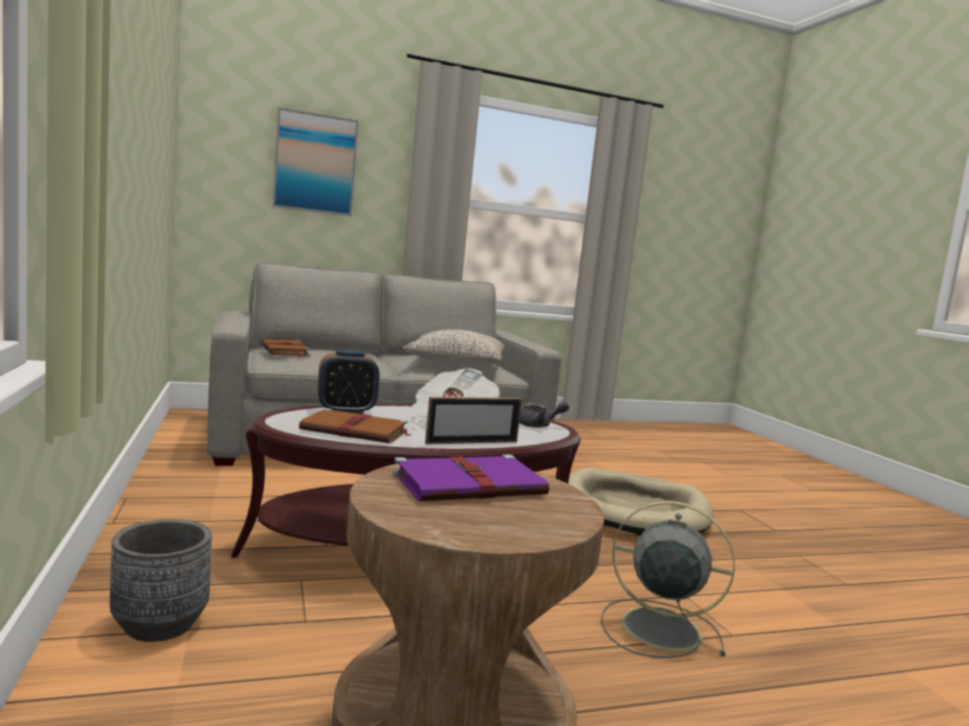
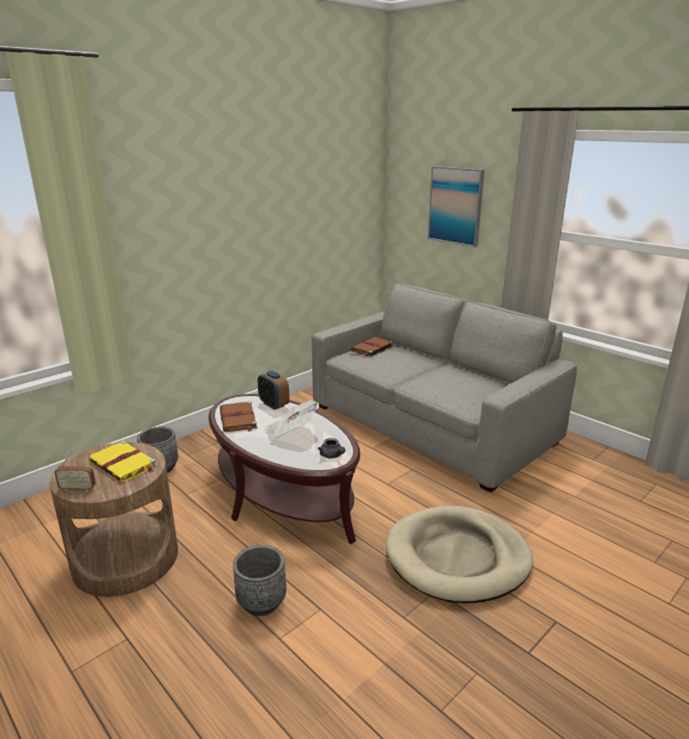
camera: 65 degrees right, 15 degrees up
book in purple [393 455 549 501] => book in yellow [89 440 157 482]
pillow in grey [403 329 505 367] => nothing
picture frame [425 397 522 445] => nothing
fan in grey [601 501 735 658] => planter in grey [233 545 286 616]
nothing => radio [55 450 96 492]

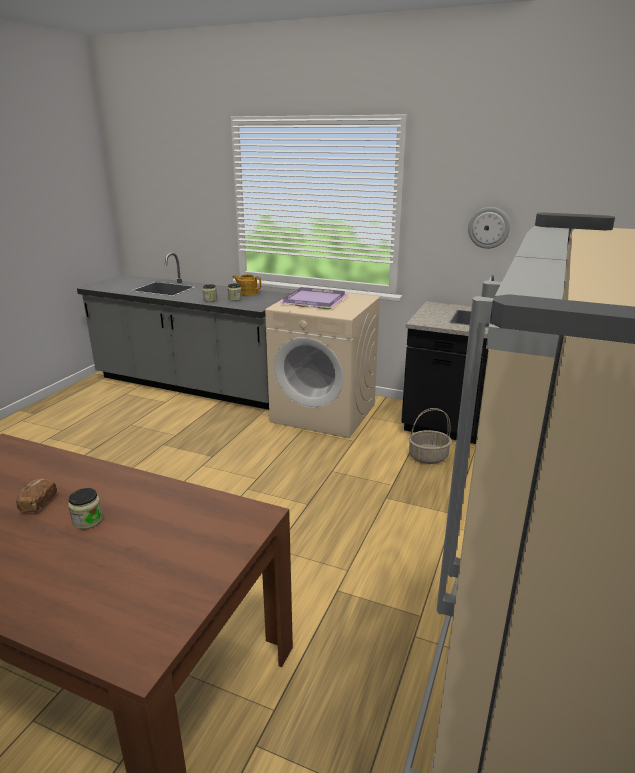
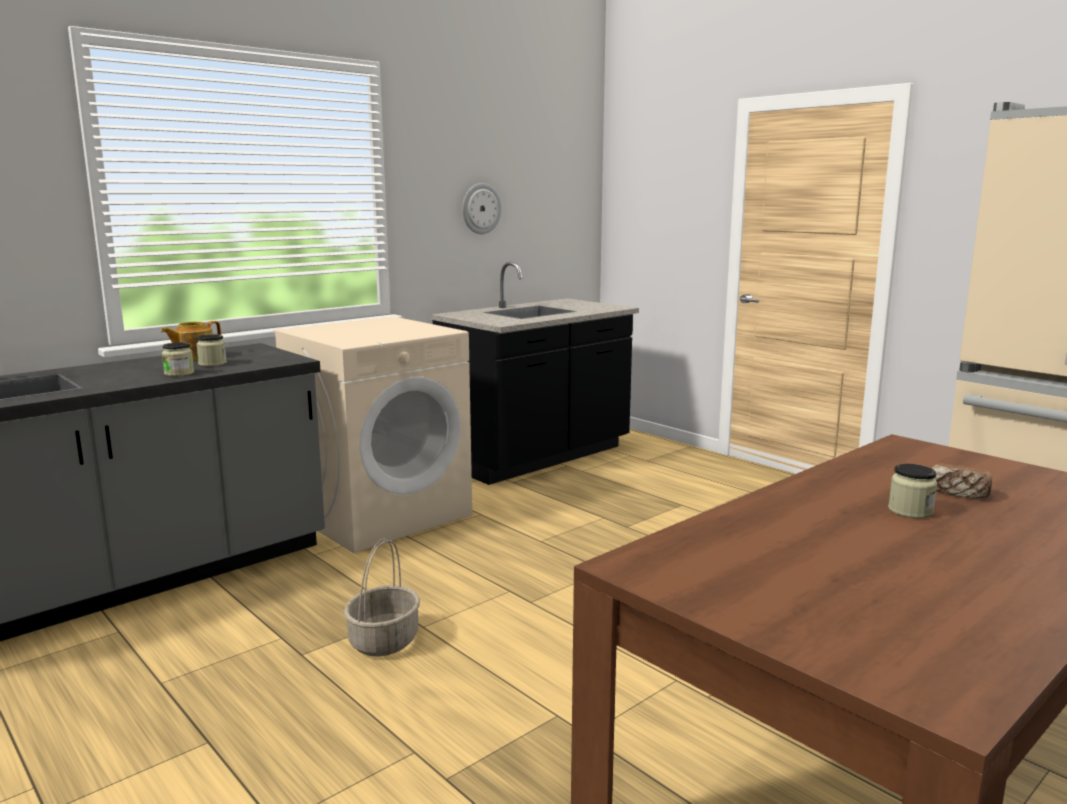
camera: 65 degrees left, 10 degrees down
bread [16 479 57 513] => bread [932 463 992 499], relocated
tray in purple [279 287 348 309] => nothing
basket [409 408 452 464] => basket [344 539 420 657], relocated

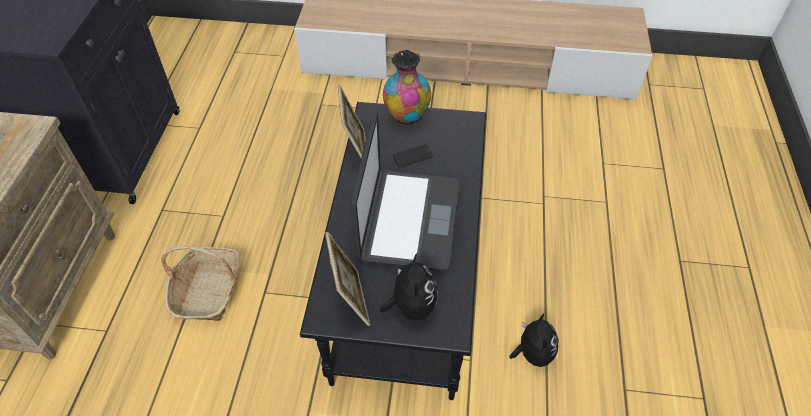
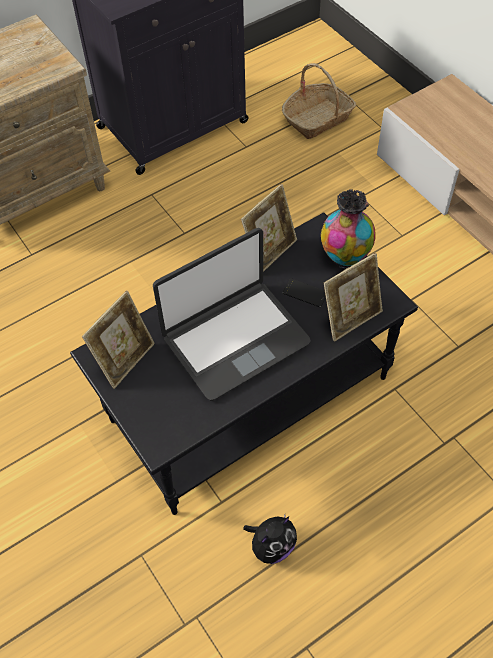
camera: 50 degrees right, 5 degrees up
basket [161 246 240 321] => basket [282 63 356 139], relocated
plush toy [380 253 438 320] => nothing
nothing => picture frame [324 253 383 342]

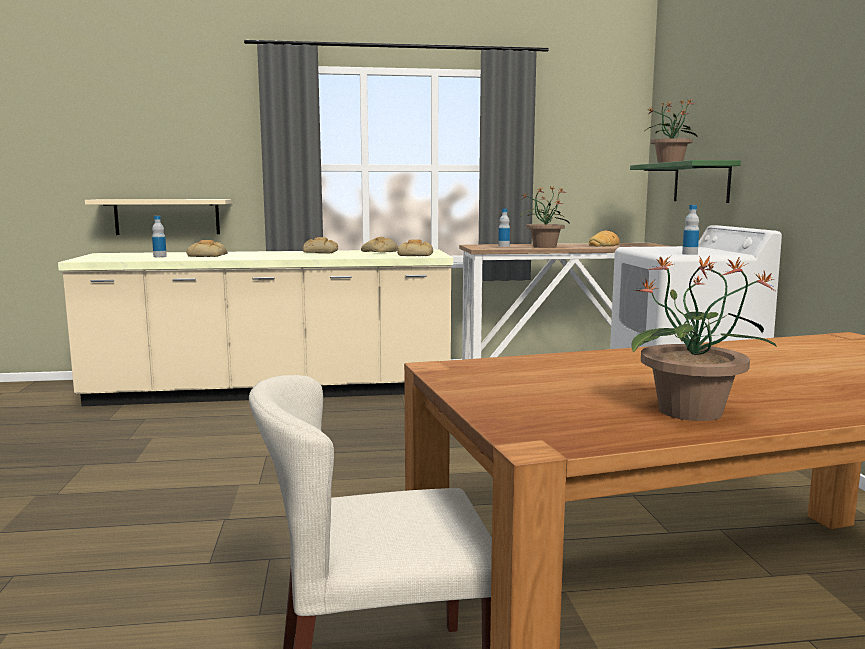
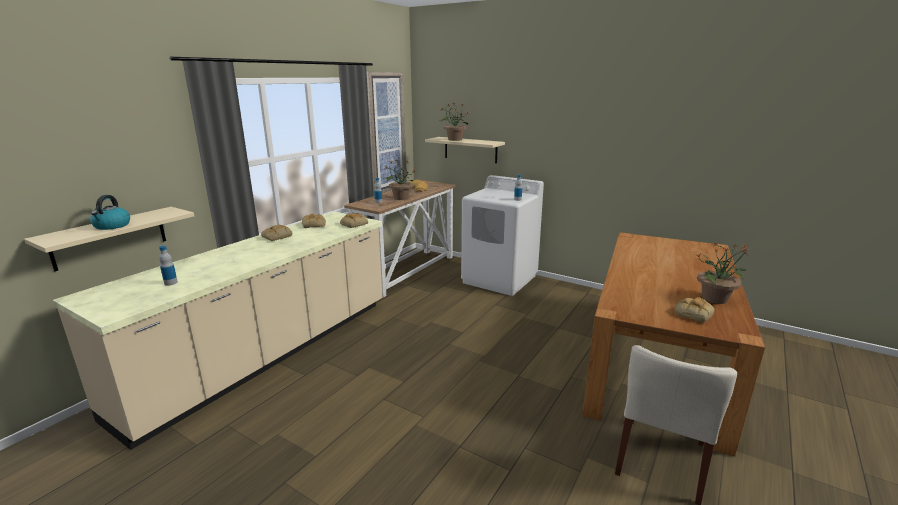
camera: 50 degrees left, 10 degrees up
bread [187 240 228 257] => bread [675 297 714 323], relocated
shelf in green [630 160 741 203] => shelf in beige [425 137 505 163]
nothing => kettle [90 195 130 230]
nothing => picture [367 72 407 193]

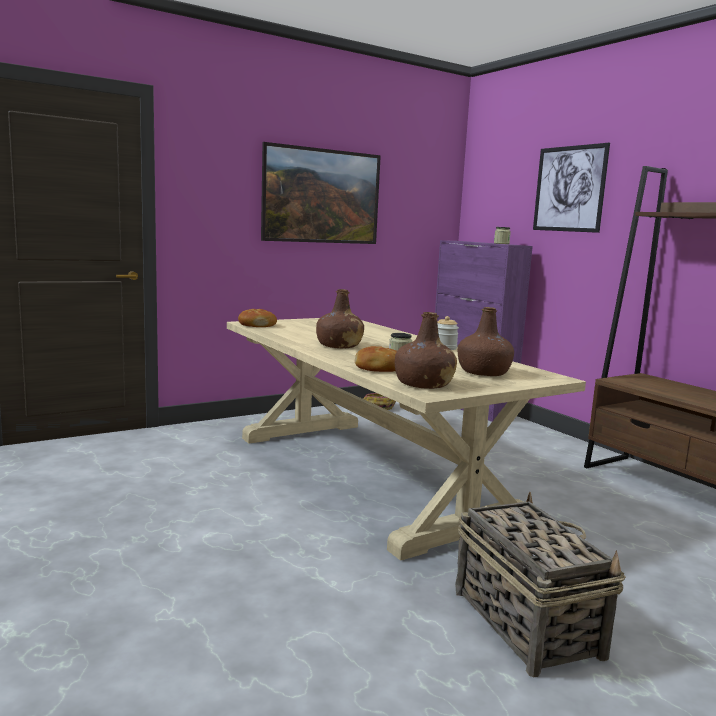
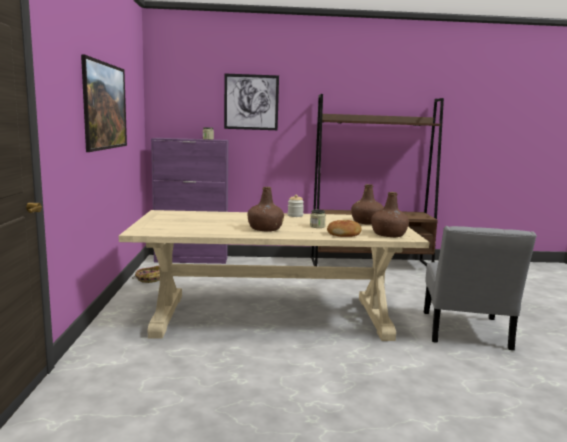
camera: 60 degrees left, 0 degrees up
bread [238 309 277 327] => nothing
basket [455 492 626 677] => chair in grey [424 226 537 350]

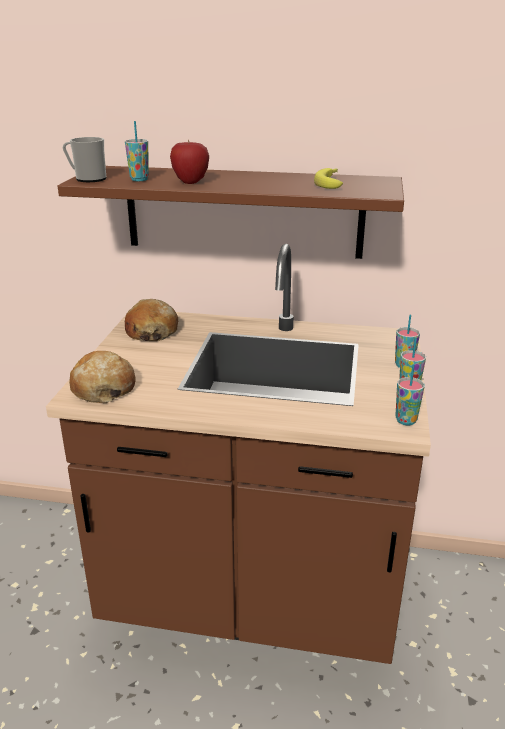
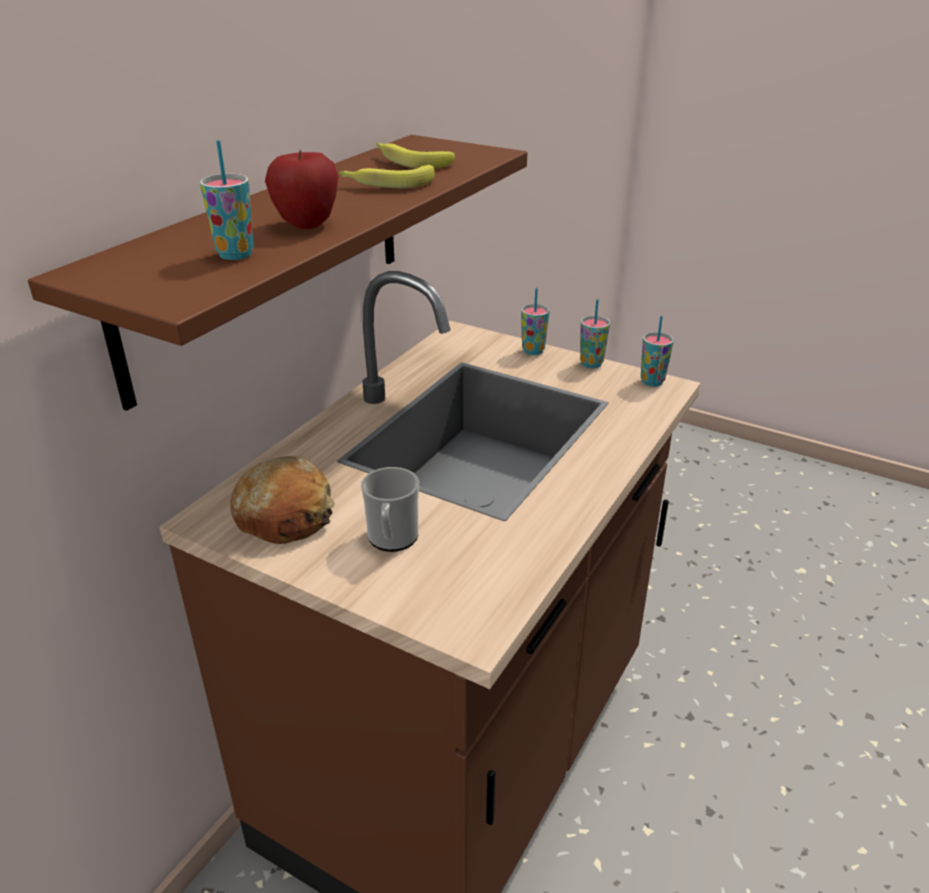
camera: 70 degrees left, 5 degrees up
mug [62 137 106 182] => mug [361 467 419 552], relocated
bread [69 351 135 403] => nothing
nothing => banana [339 165 435 188]

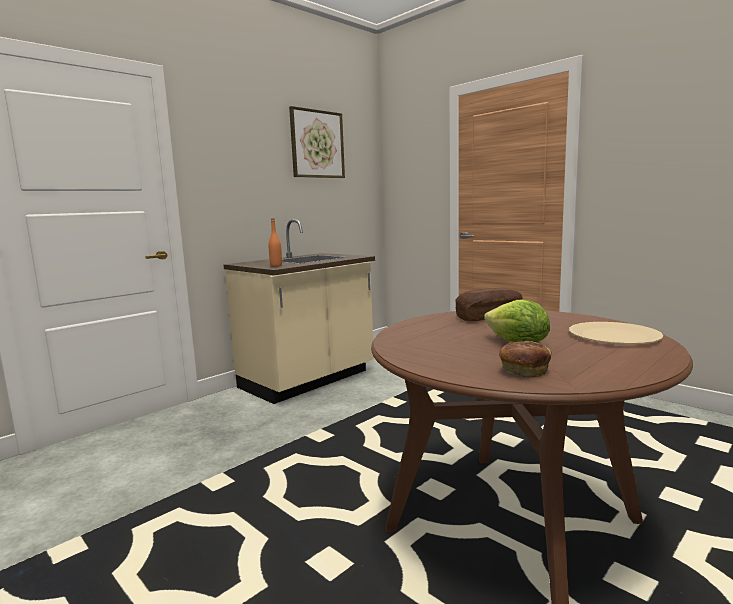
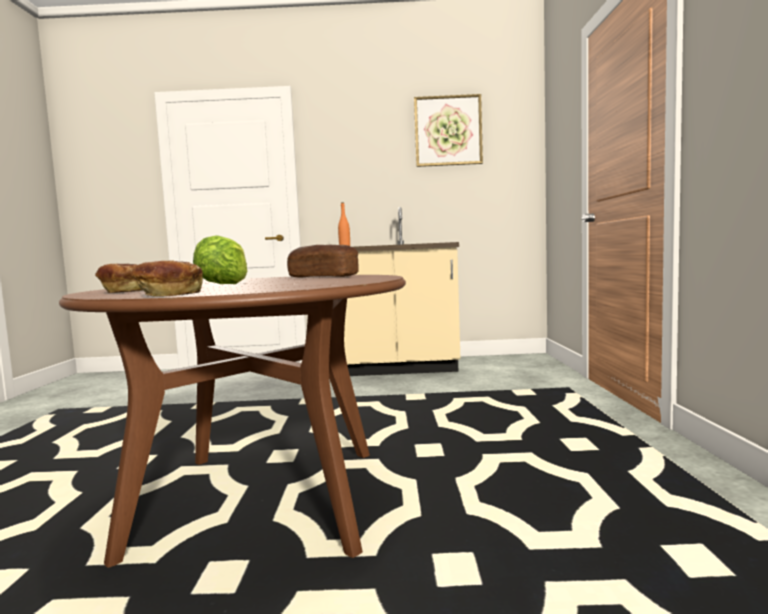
camera: 45 degrees right, 5 degrees down
plate in beige [569 322 664 344] => nothing
nothing => bread [131 260 203 297]

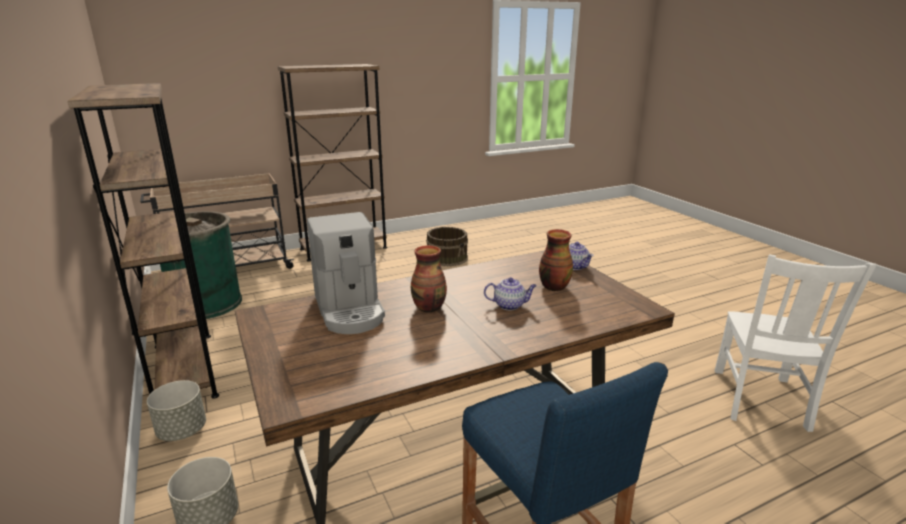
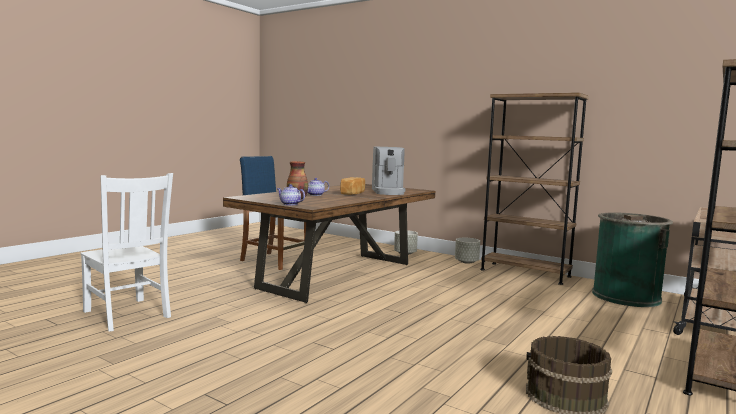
camera: 150 degrees right, 15 degrees down
coffee machine [307 212 385 334] => coffee machine [372 146 405 195], 135 degrees counterclockwise
vase [411 245 447 312] => bread [340 177 365 195]
chair in white [715 254 877 432] => chair in white [80 173 173 332], 150 degrees clockwise

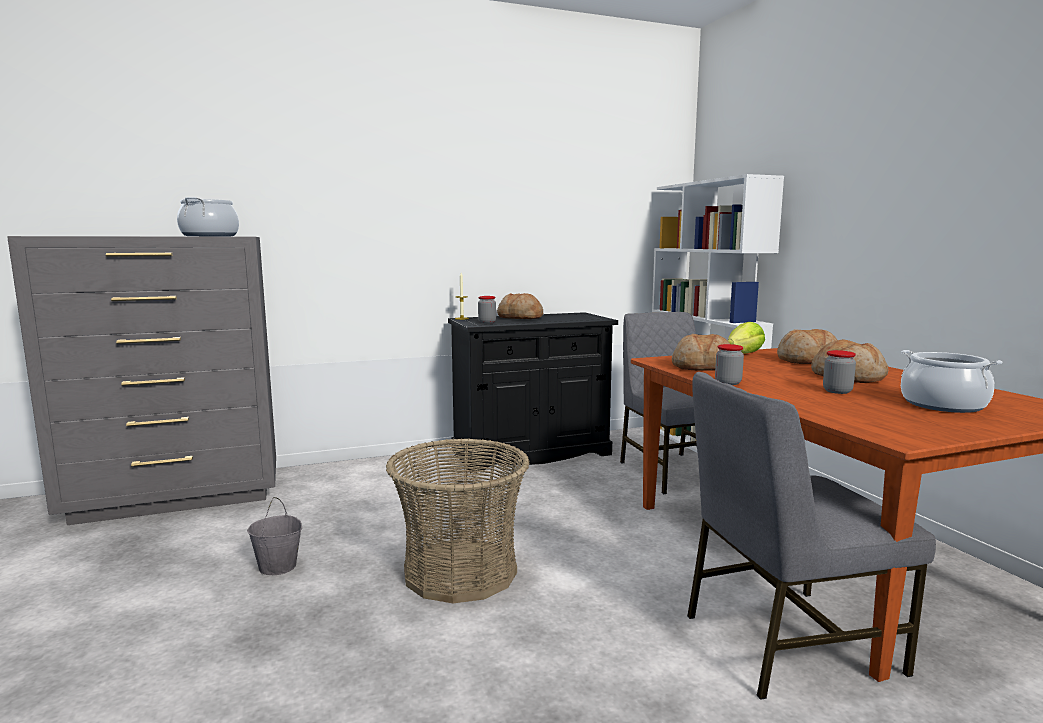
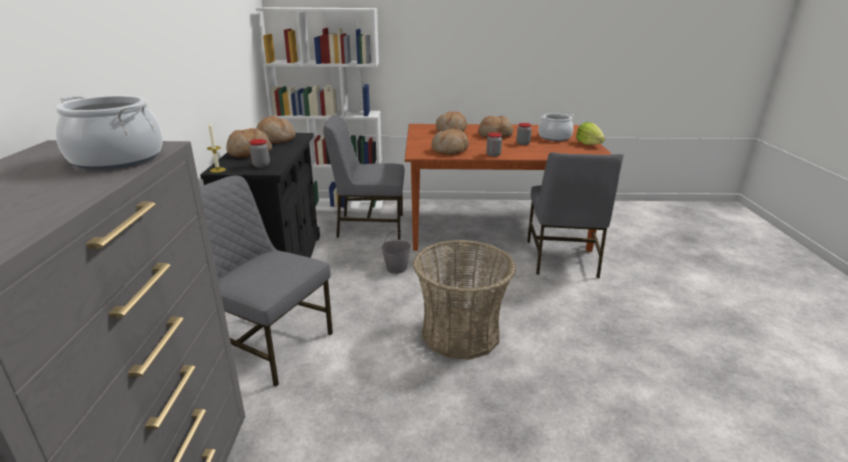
camera: 70 degrees left, 15 degrees up
bucket in grey [247 497 302 575] => bucket in grey [381 231 411 274], relocated
lettuce [727 322 765 354] => lettuce [576 122 605 145], relocated
nothing => chair in grey [200 176 333 387]
nothing => bread [256 116 295 143]

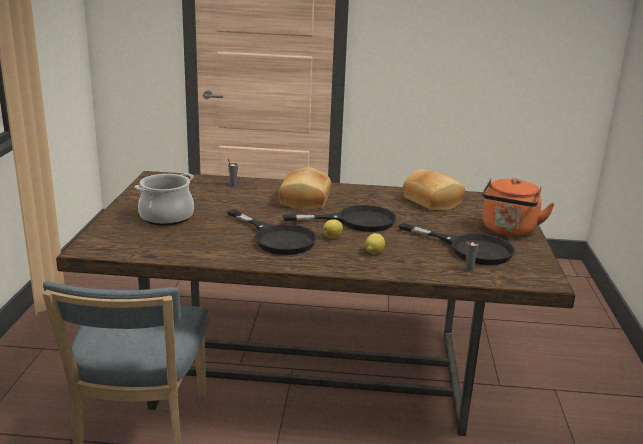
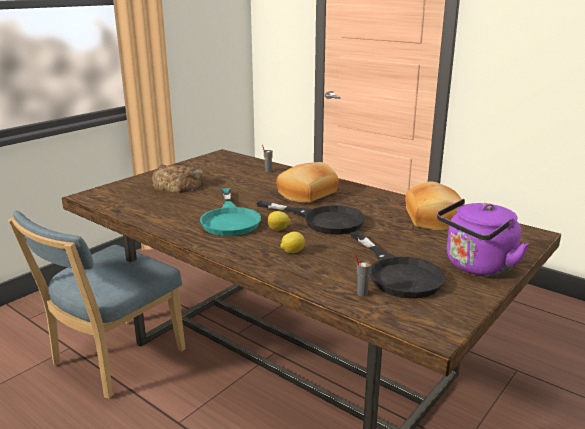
camera: 35 degrees right, 0 degrees up
cooking pot [135 173 194 225] => bread [152 164 203 193]
frying pan in black [227 209 317 255] => frying pan in turquoise [200 188 261 236]
kettle in orange [482 178 555 236] => kettle in purple [437 199 529 276]

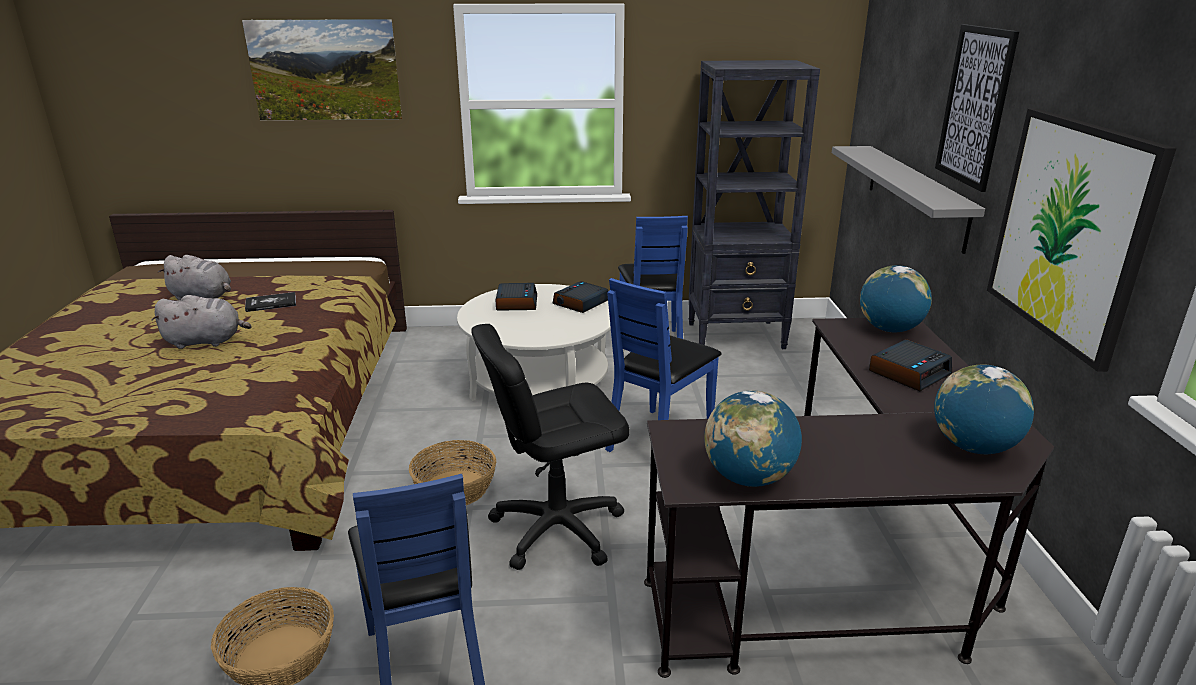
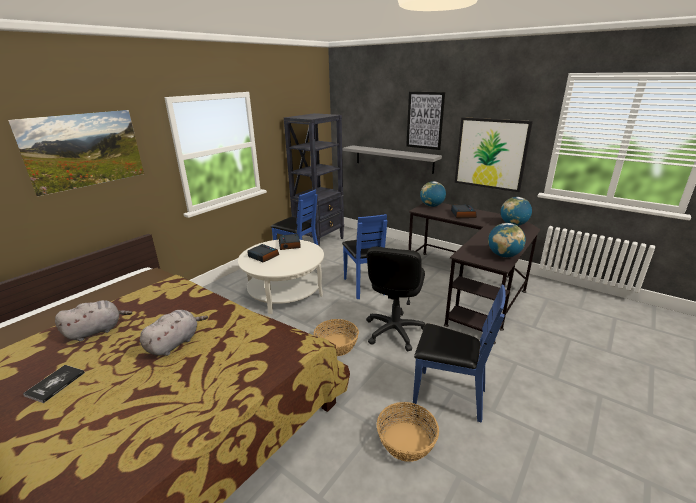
camera: 50 degrees left, 0 degrees up
book [245 292 296 312] => book [23 365 85 403], relocated

